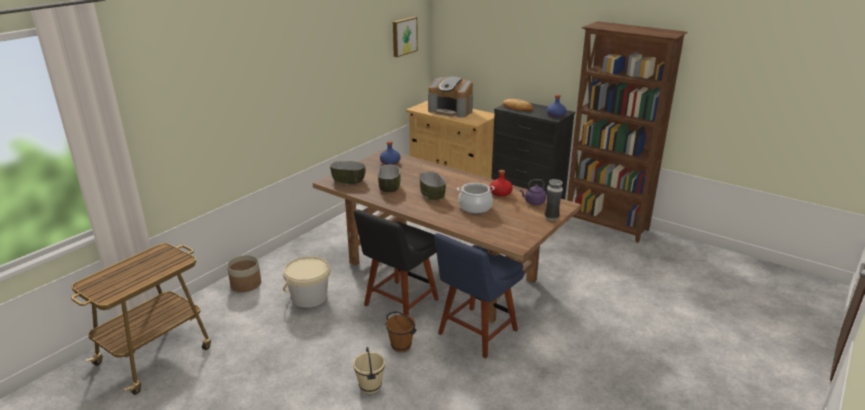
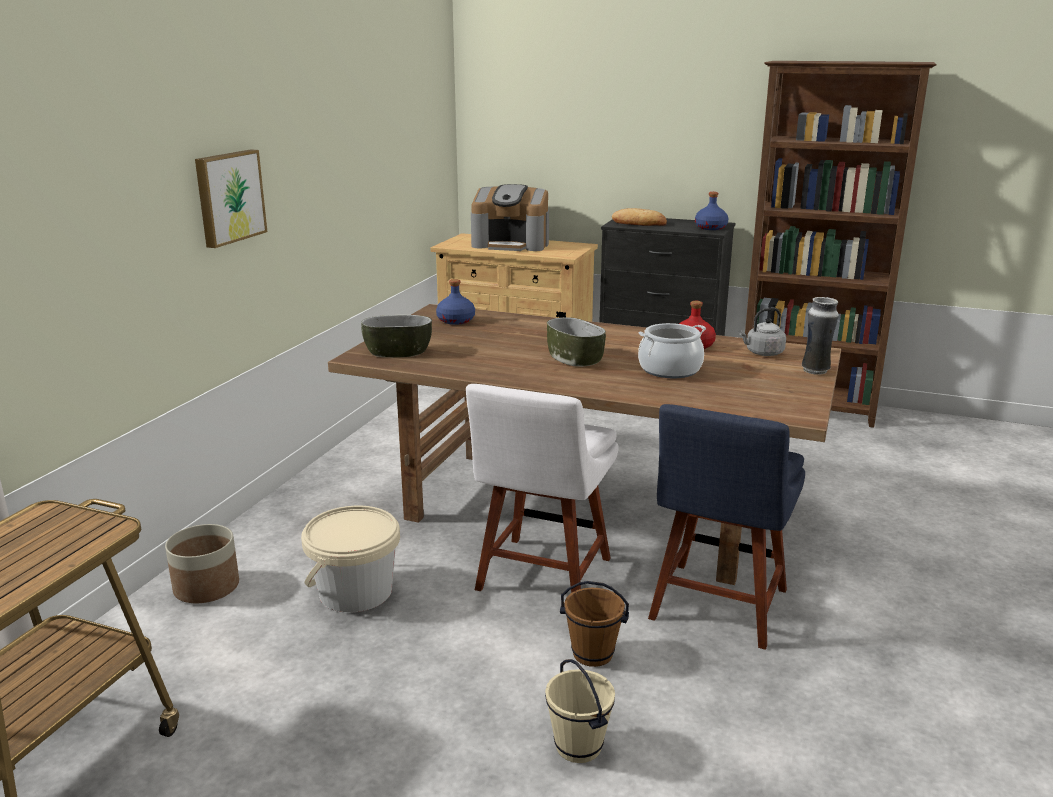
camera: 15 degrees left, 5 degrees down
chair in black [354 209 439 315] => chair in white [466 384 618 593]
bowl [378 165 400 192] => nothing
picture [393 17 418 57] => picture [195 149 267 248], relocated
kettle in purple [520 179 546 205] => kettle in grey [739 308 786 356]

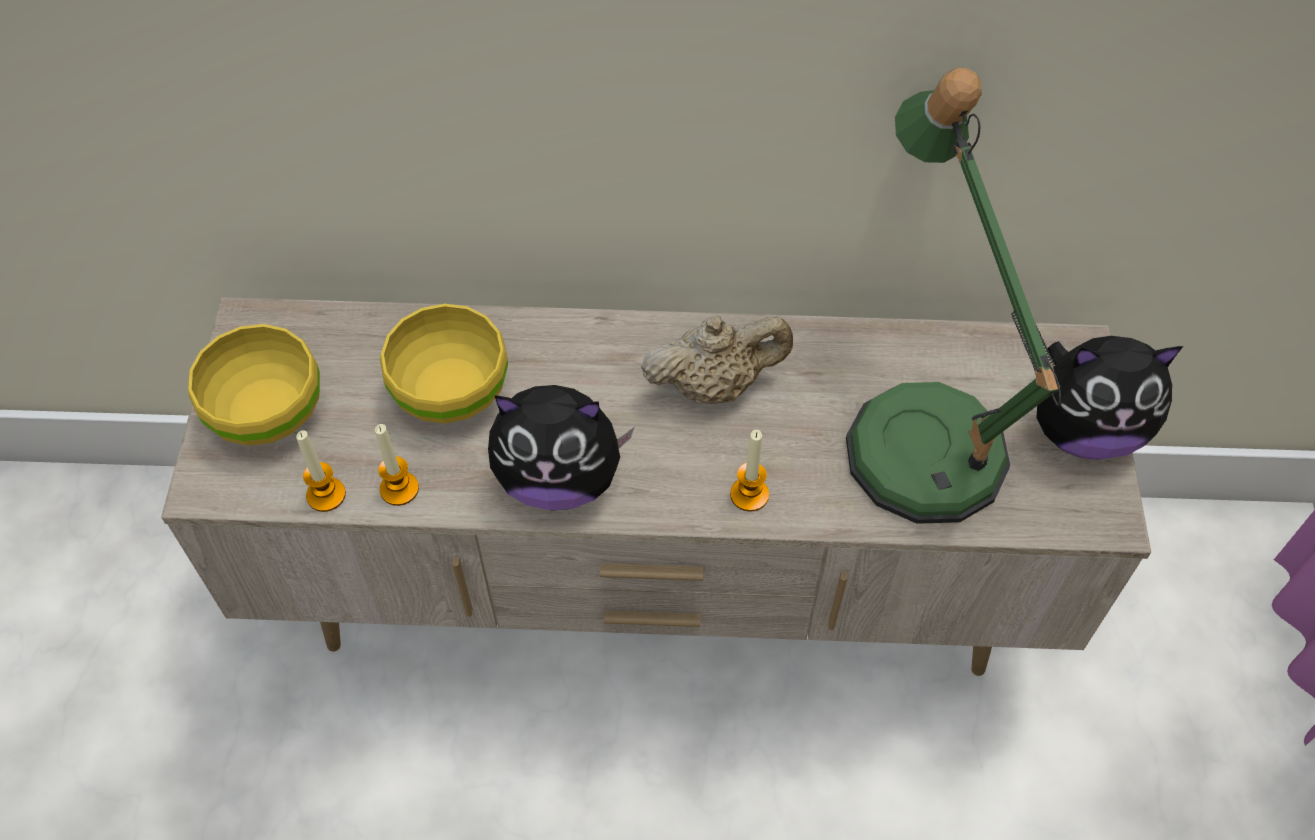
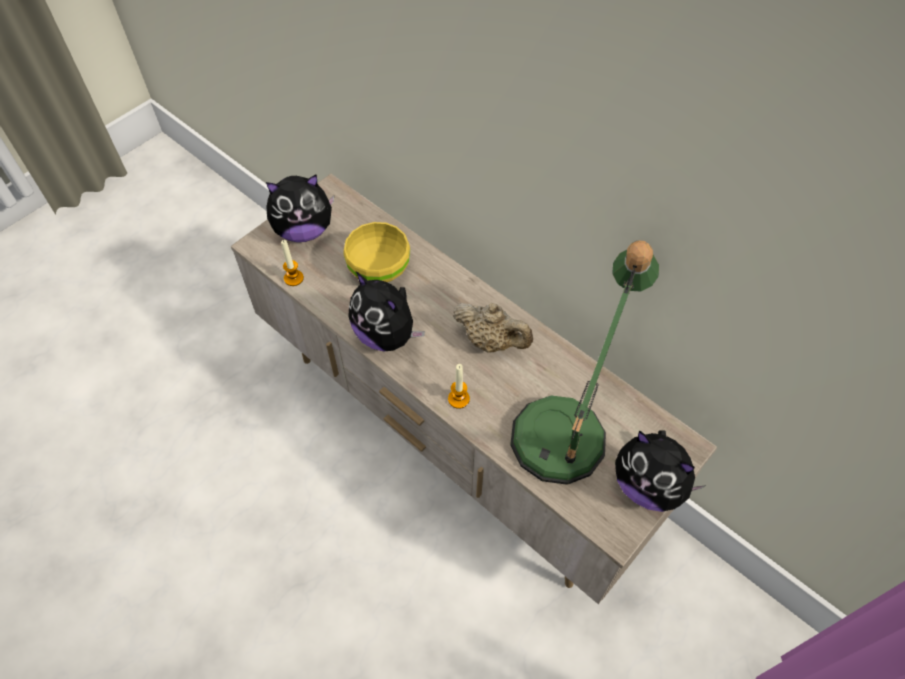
camera: 40 degrees right, 0 degrees up
bowl in yellow [188 324 320 446] => plush toy [266 175 334 242]
candle [375 424 419 506] => nothing

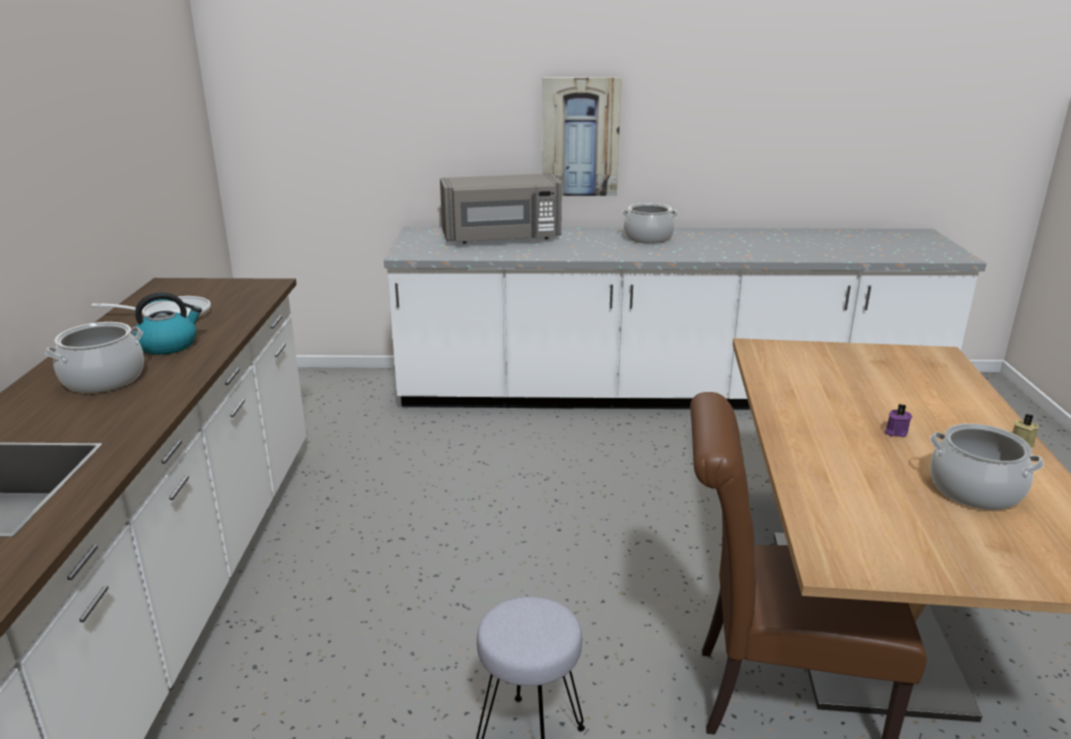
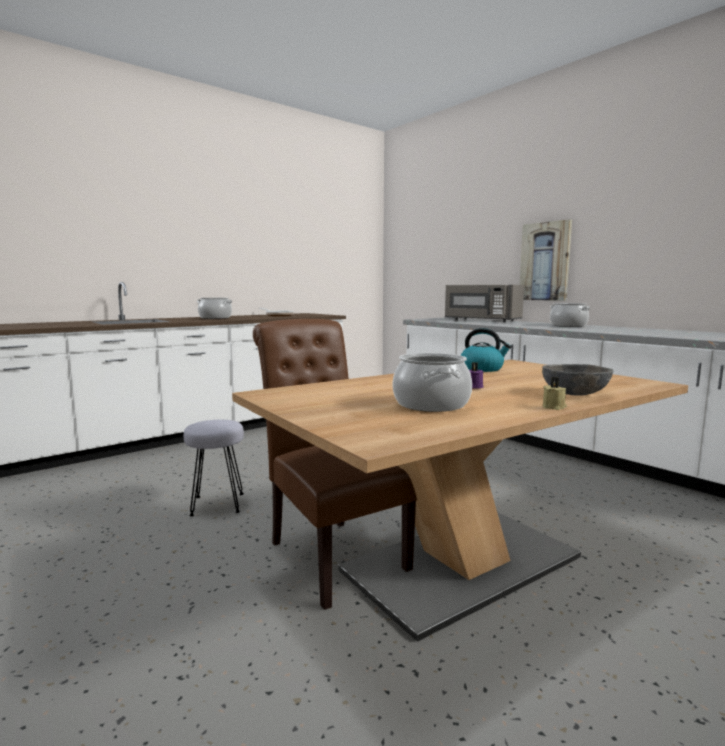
camera: 50 degrees right, 15 degrees down
kettle [133 292 202 355] => kettle [461 328 512 372], relocated
nothing => bowl in grey [542 364 613 396]

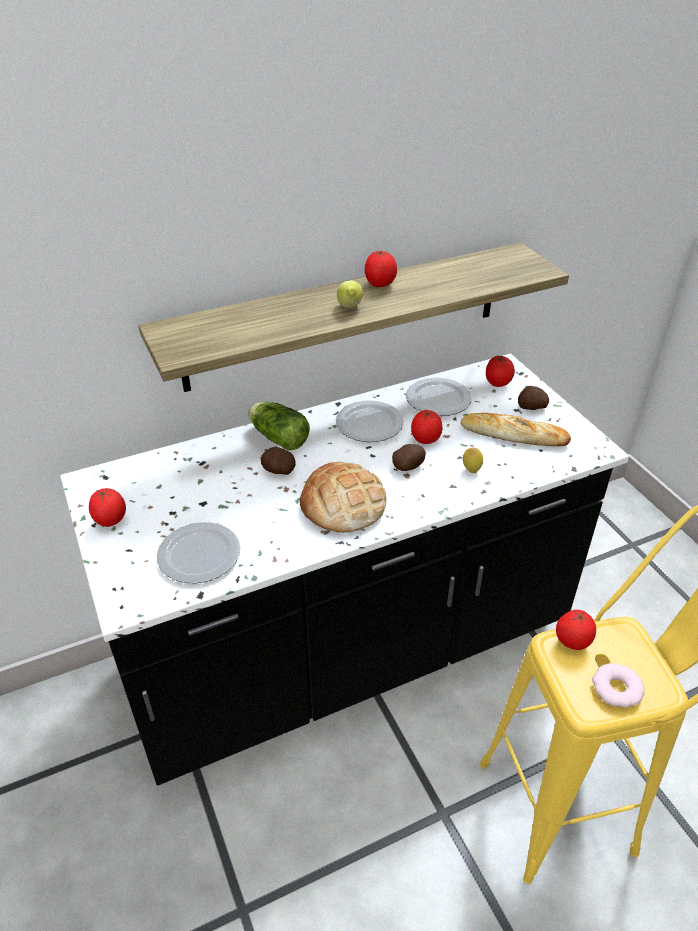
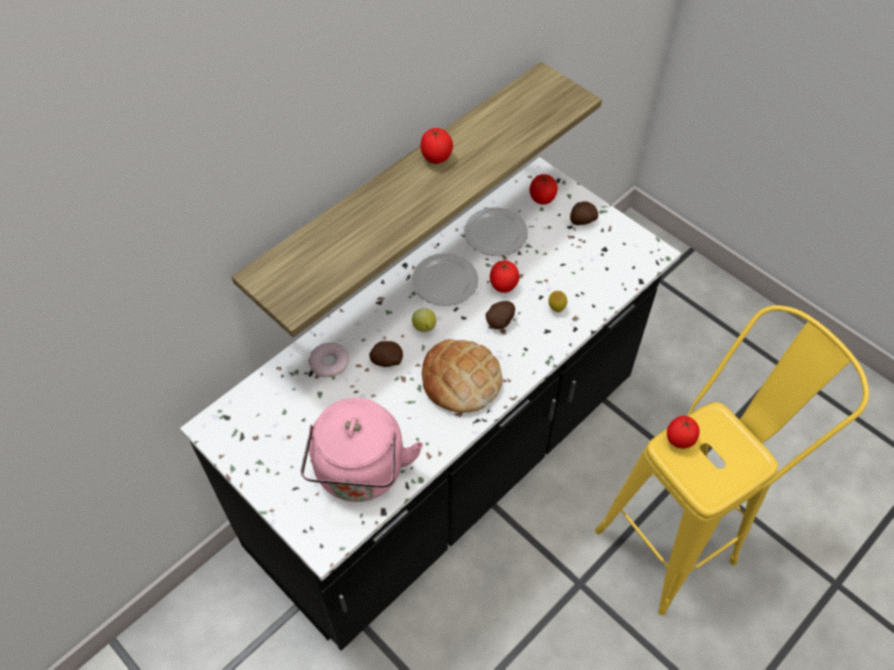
camera: 20 degrees left, 15 degrees up
tomato [89 488 126 527] => nothing
plate [157 522 240 583] => kettle in pink [301 398 423 502]
lettuce [248 402 310 450] => nothing
lemon [337 281 363 308] => lemon [412 308 436 332], relocated
bread [461 413 571 446] => nothing
donut [592 663 645 708] => donut [308 343 349 377], relocated

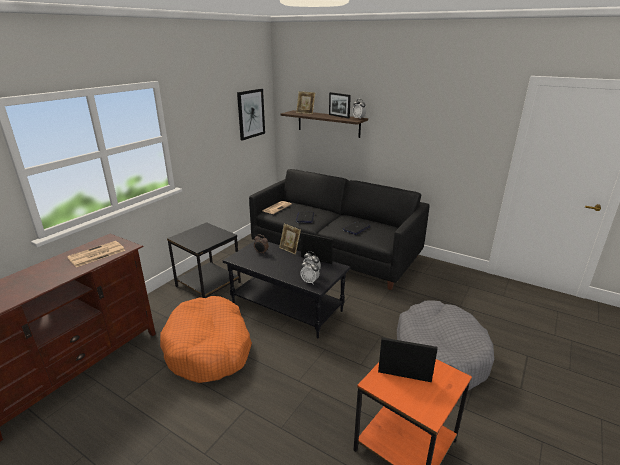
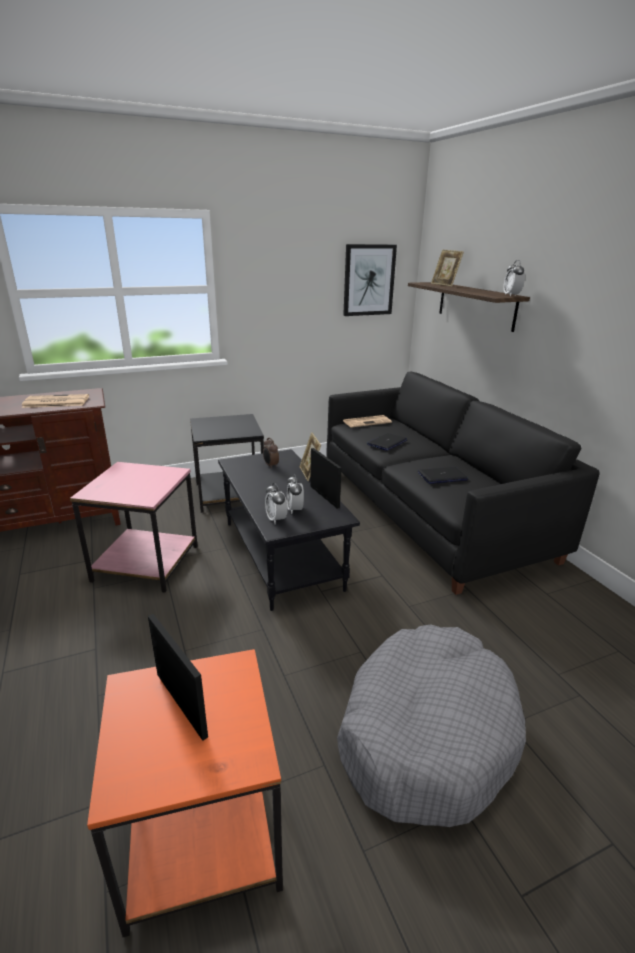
camera: 35 degrees right, 0 degrees up
dog bed in orange [160 296 252 383] => side table in pink [70 462 198 593]
picture frame [329 92 351 119] => nothing

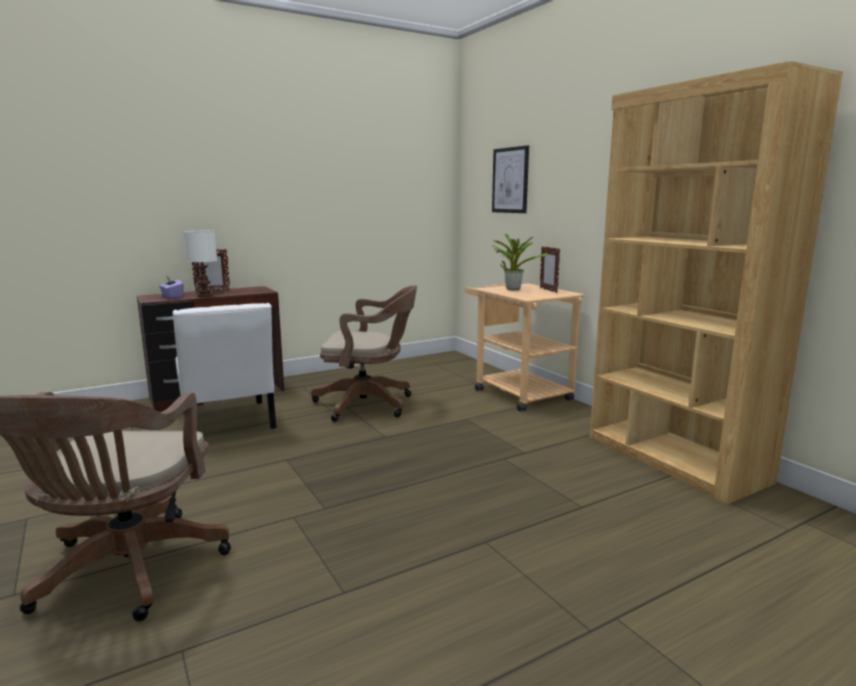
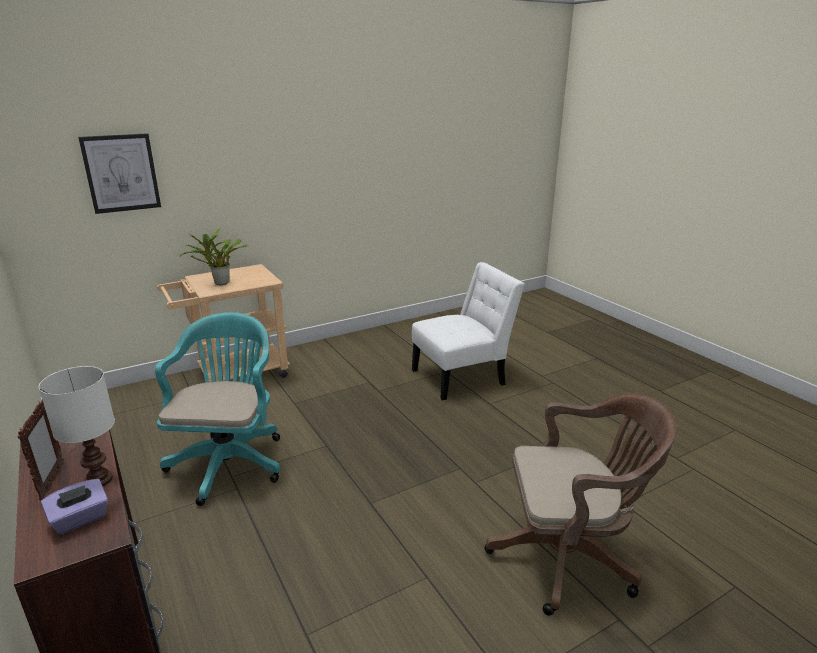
camera: 90 degrees left, 10 degrees up
chair in white [172 303 277 429] => chair in white [412 262 525 400], relocated
office chair in brown [311 285 417 422] => office chair in turquoise [155 312 281 506]
picture frame [540 246 560 293] => nothing
bookcase in brown [590 61 843 504] => nothing

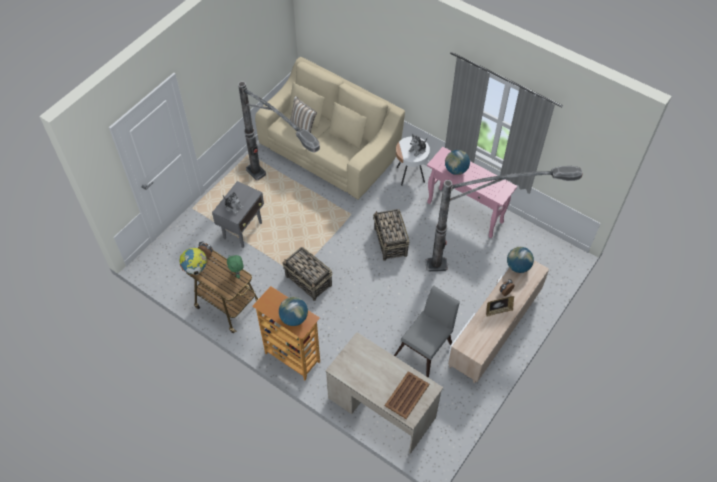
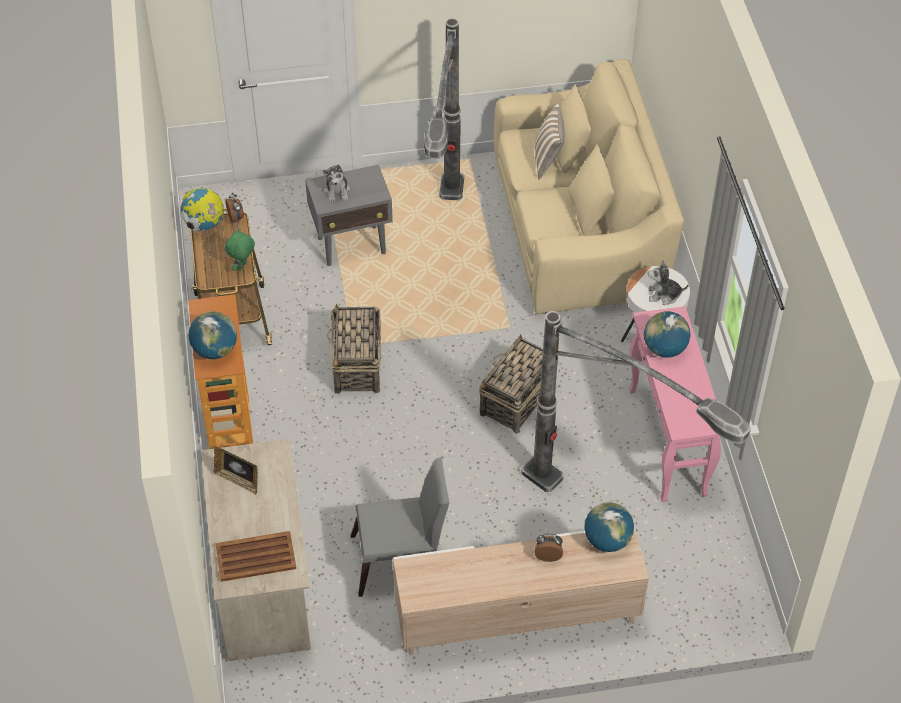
camera: 45 degrees right, 5 degrees down
picture frame [486 296 514 316] => picture frame [214 447 258 495], relocated

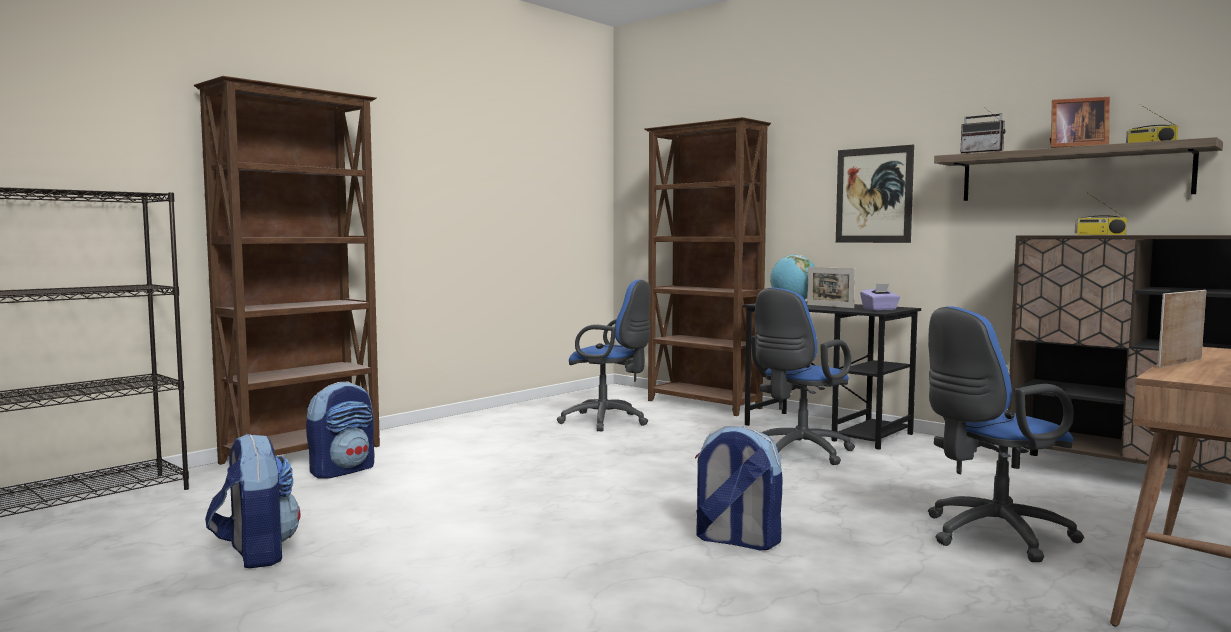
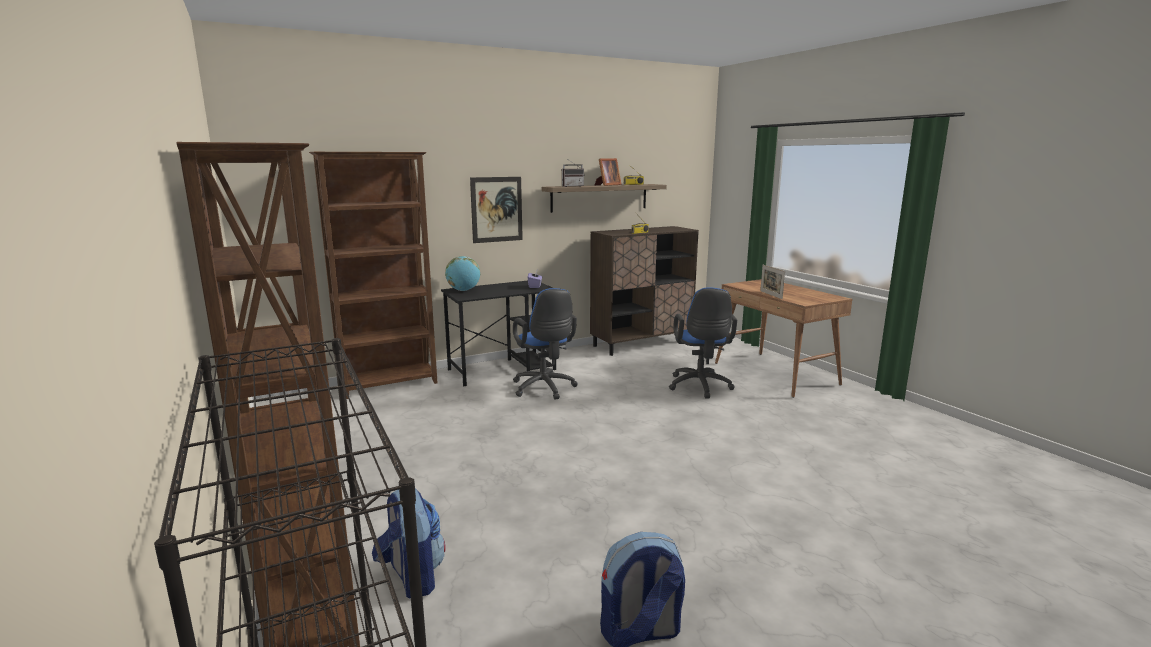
camera: 70 degrees left, 10 degrees up
office chair in blue [557 280 650 431] => nothing
backpack [695 426 783 550] => nothing
picture frame [807 267 855 308] => nothing

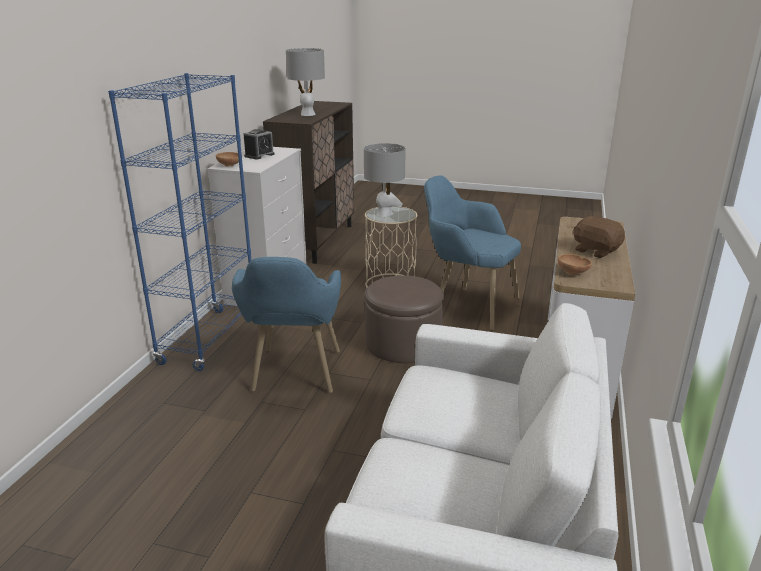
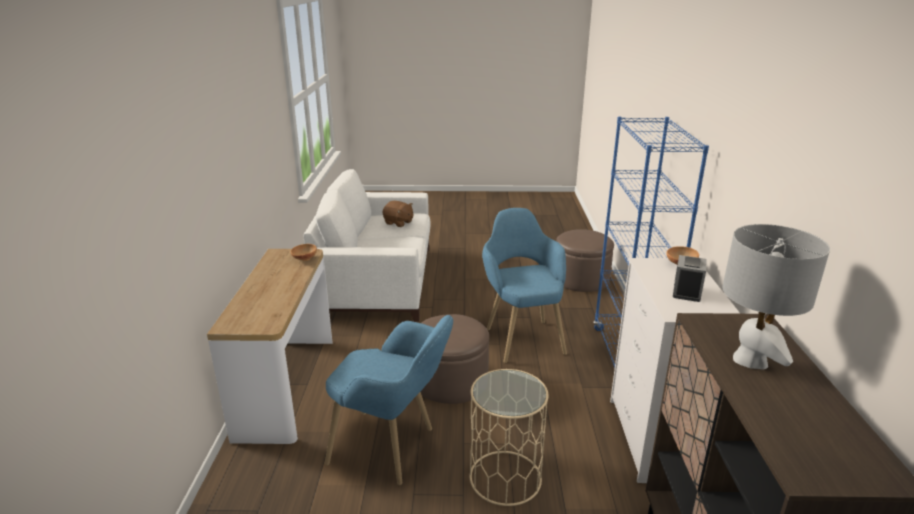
camera: 165 degrees right, 0 degrees up
table lamp in grey [364 143 406 217] => nothing
plush toy in brown [573 216 625 258] => plush toy in brown [383 201 413 227], relocated
nothing => ottoman in brown [556 229 614 292]

